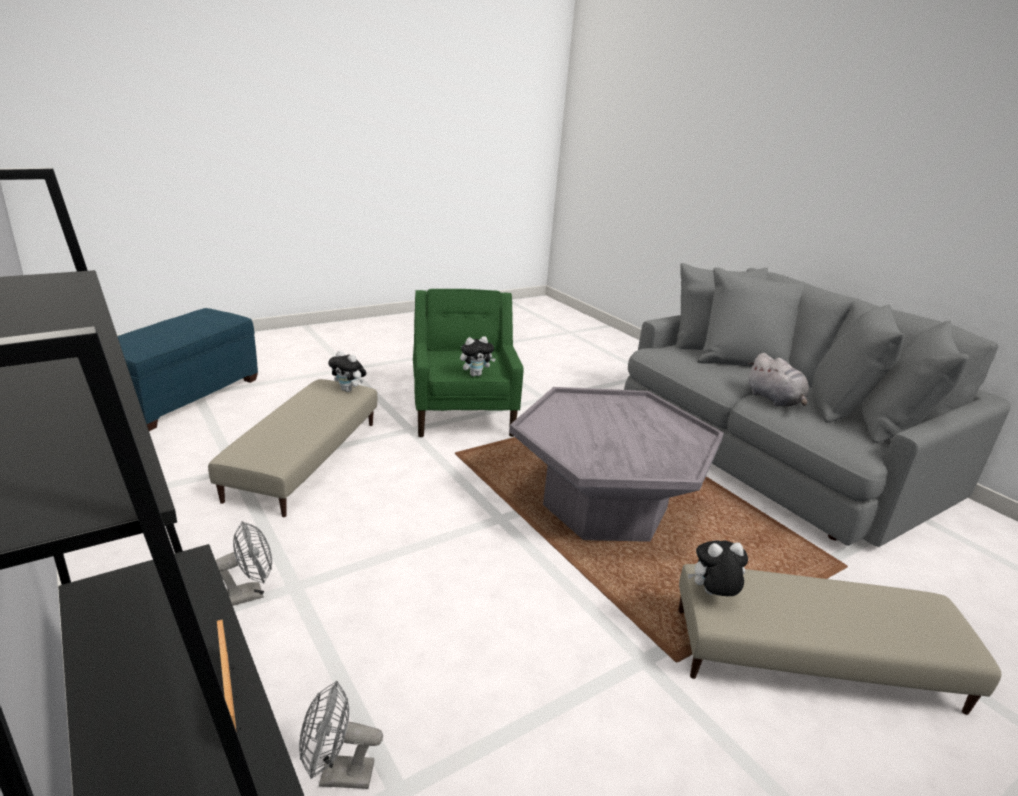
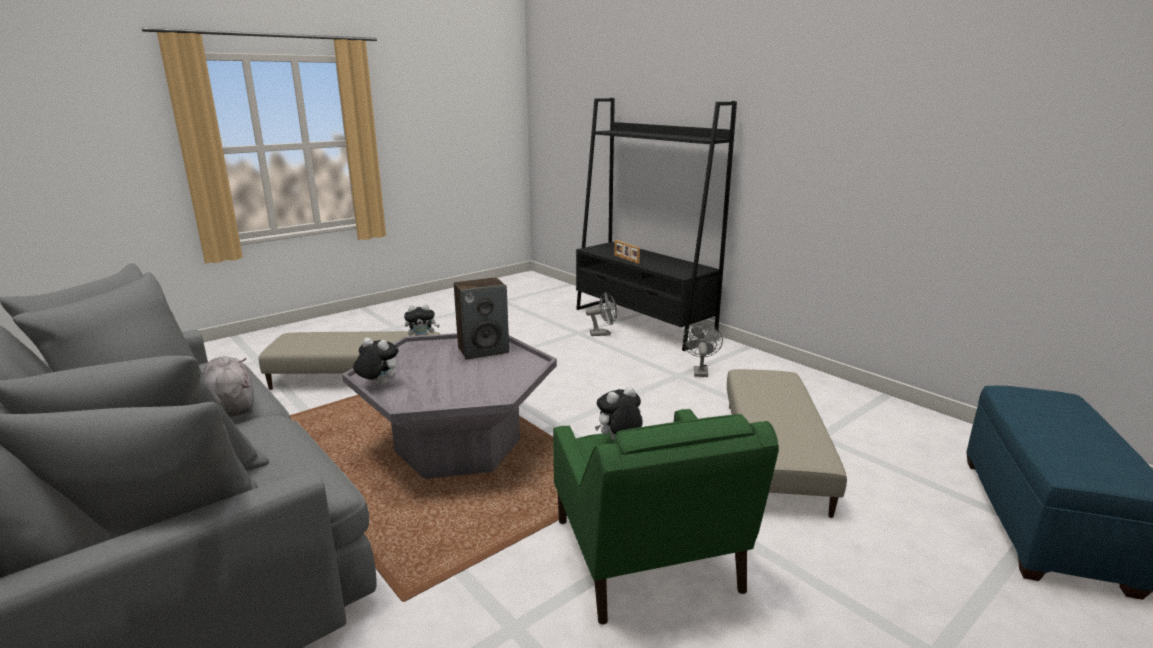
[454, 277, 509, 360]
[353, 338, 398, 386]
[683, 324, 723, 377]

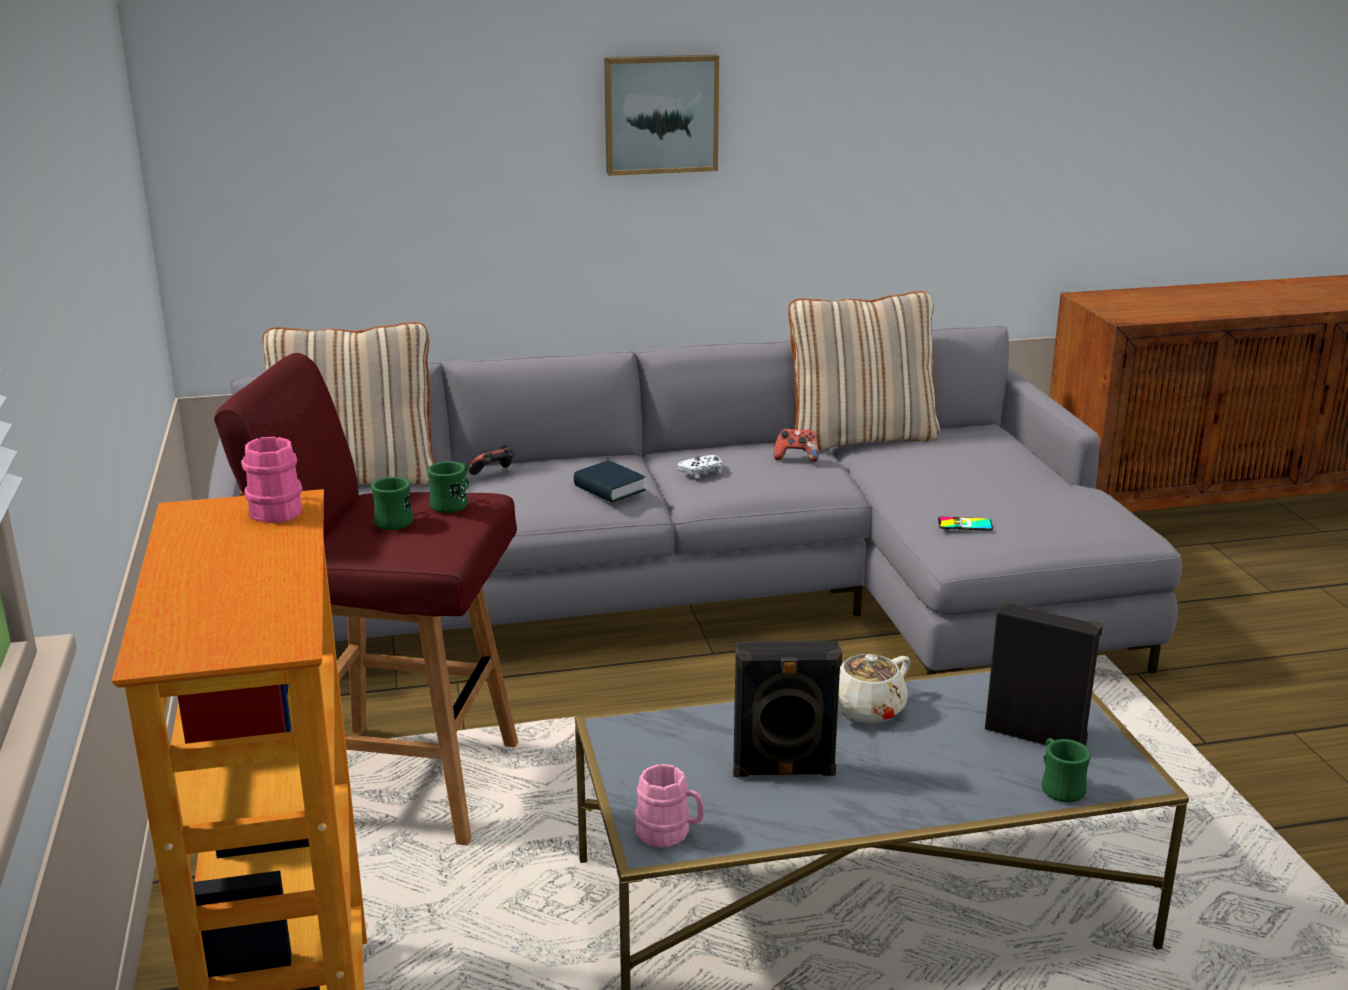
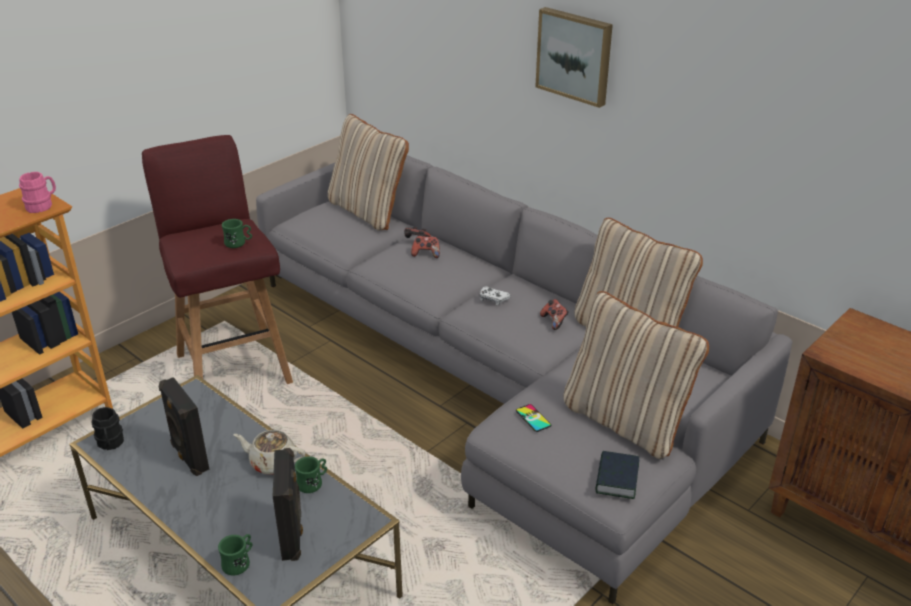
[411, 236, 440, 258]
[563, 291, 709, 459]
[295, 456, 327, 493]
[595, 451, 639, 499]
[91, 407, 124, 450]

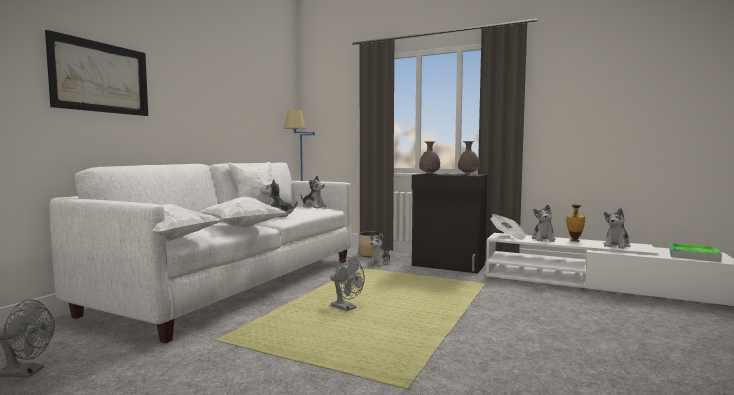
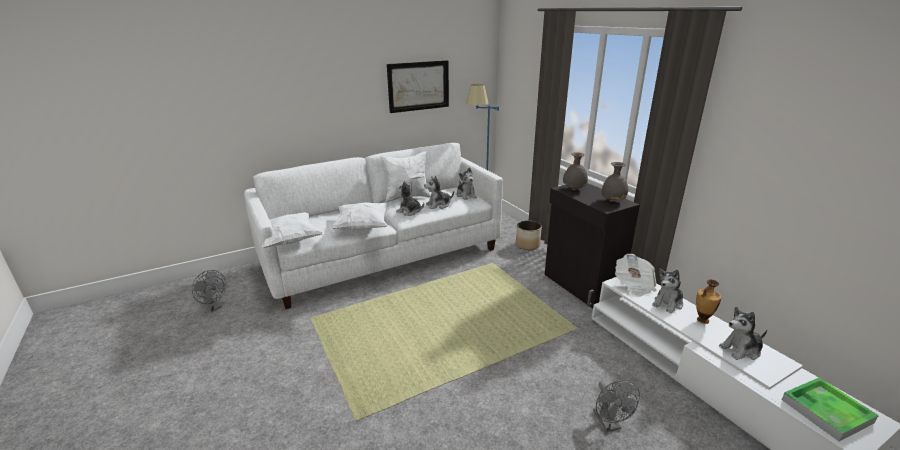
[387, 60, 449, 113]
[593, 380, 640, 432]
[424, 176, 454, 209]

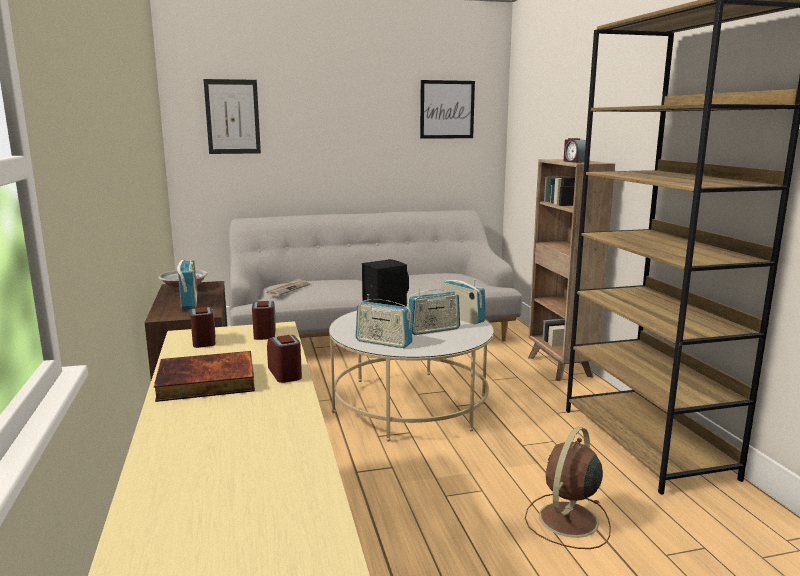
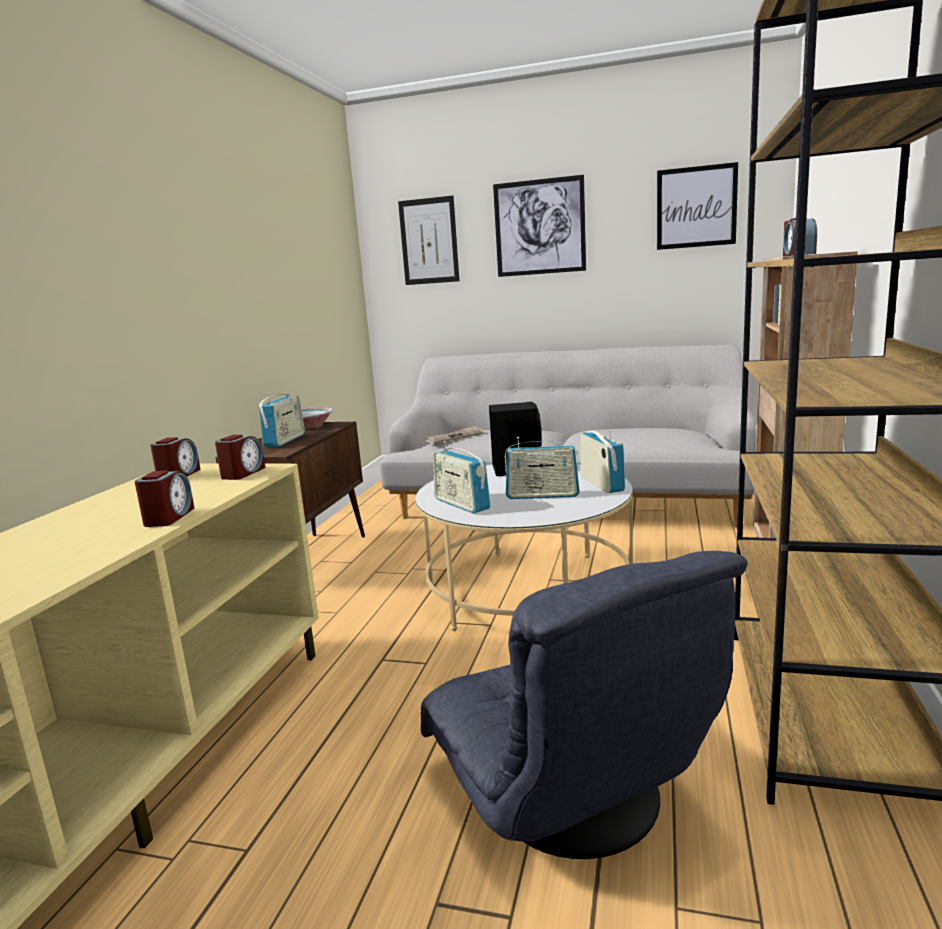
[154, 351, 255, 402] (first image)
[493, 175, 586, 277]
[421, 551, 747, 859]

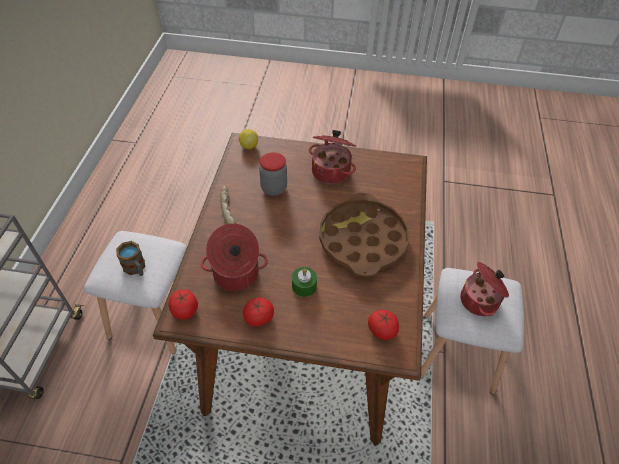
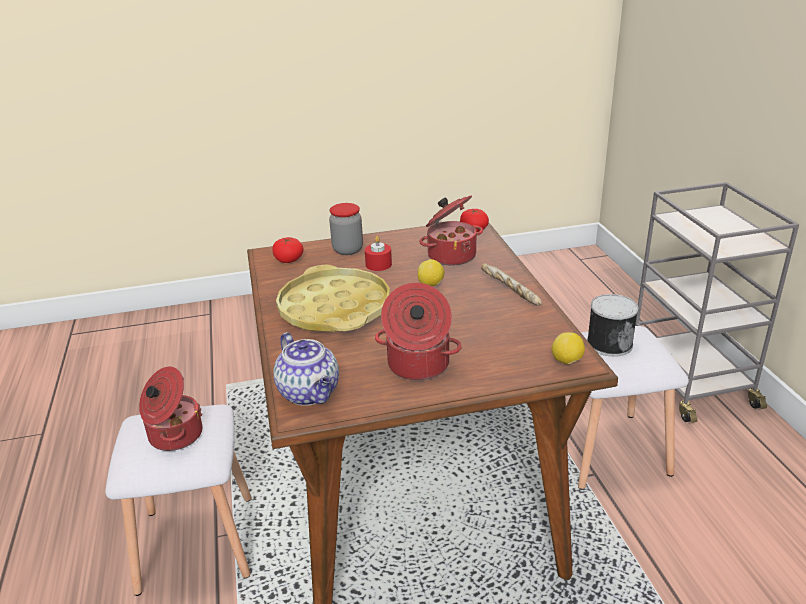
[243, 297, 274, 327] (first image)
[273, 332, 339, 406]
[418, 259, 444, 286]
[329, 203, 363, 255]
[587, 294, 638, 357]
[365, 236, 392, 271]
[276, 265, 390, 332]

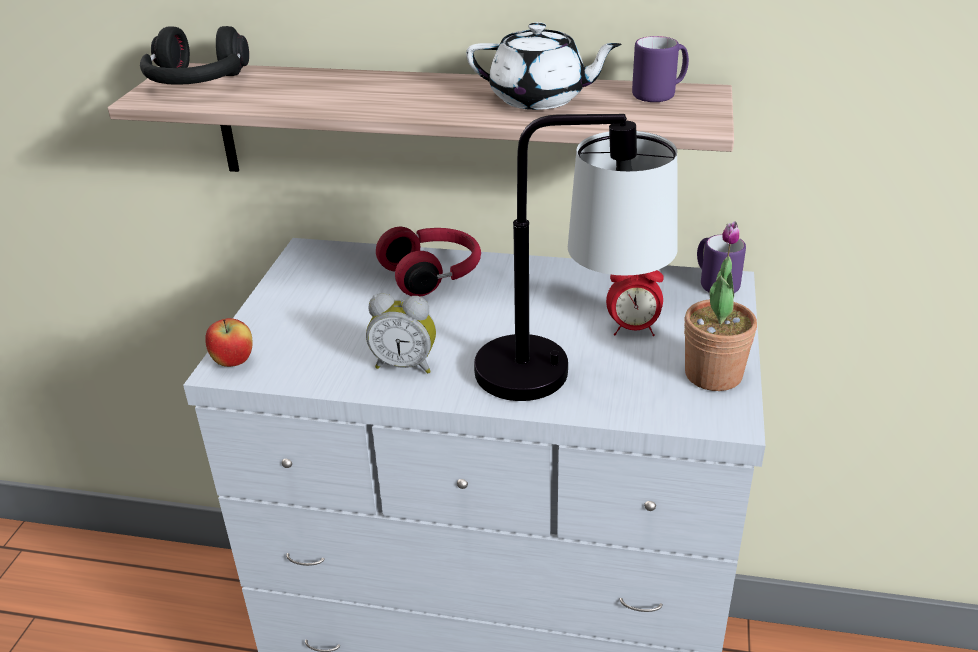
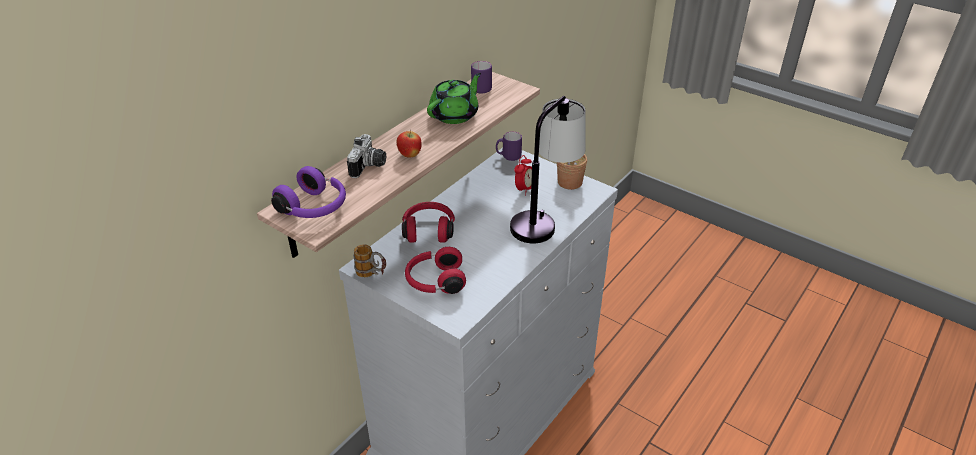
[366, 293, 436, 374] (first image)
[347, 134, 386, 178]
[353, 244, 386, 277]
[405, 247, 466, 294]
[397, 130, 422, 157]
[271, 166, 346, 218]
[427, 73, 481, 124]

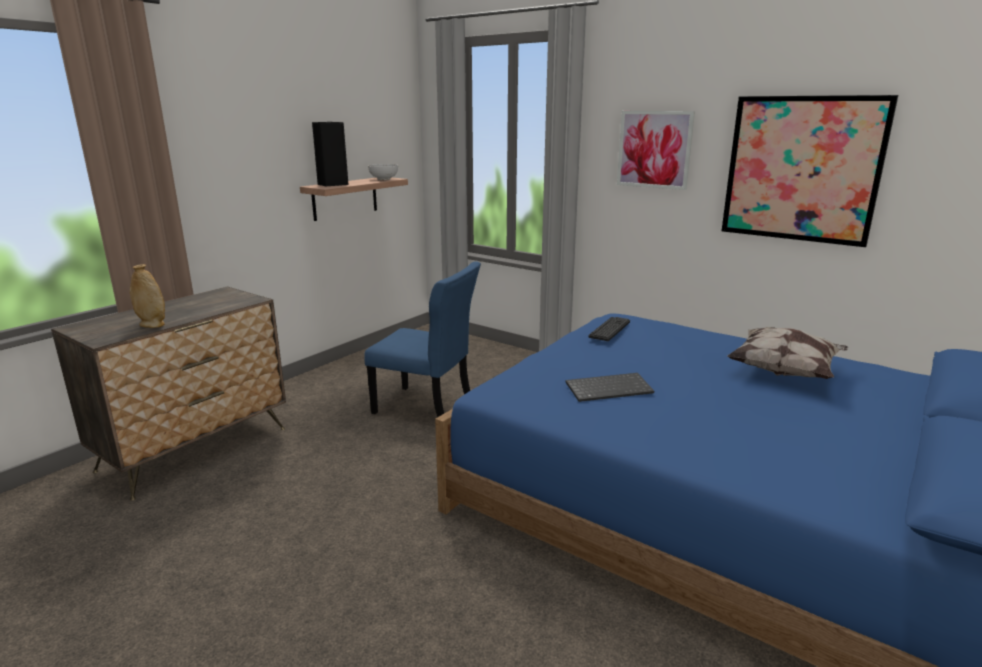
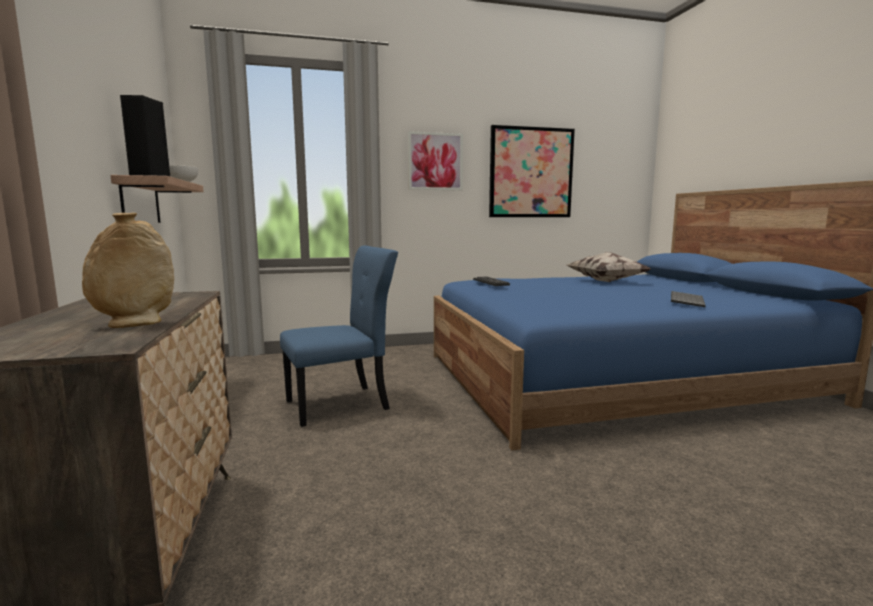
[671, 291, 706, 307]

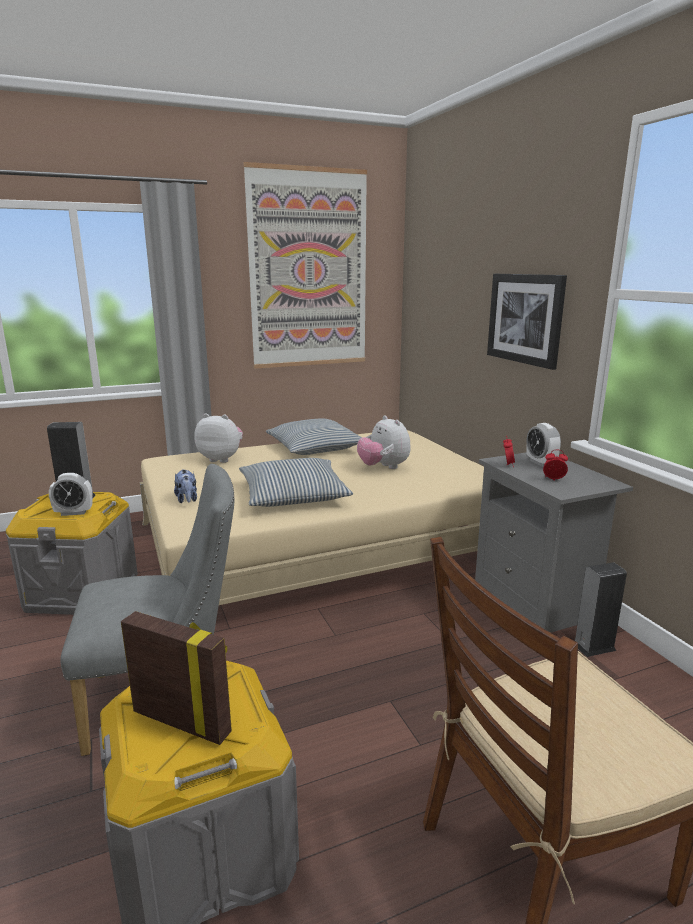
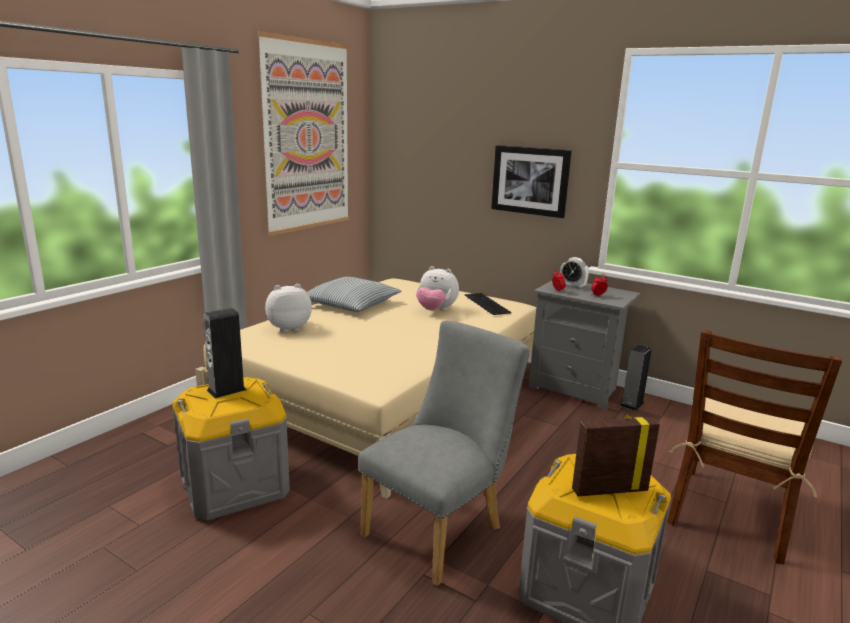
[49, 473, 93, 516] (first image)
[174, 469, 197, 504] (first image)
[239, 458, 353, 507] (first image)
[464, 293, 512, 315]

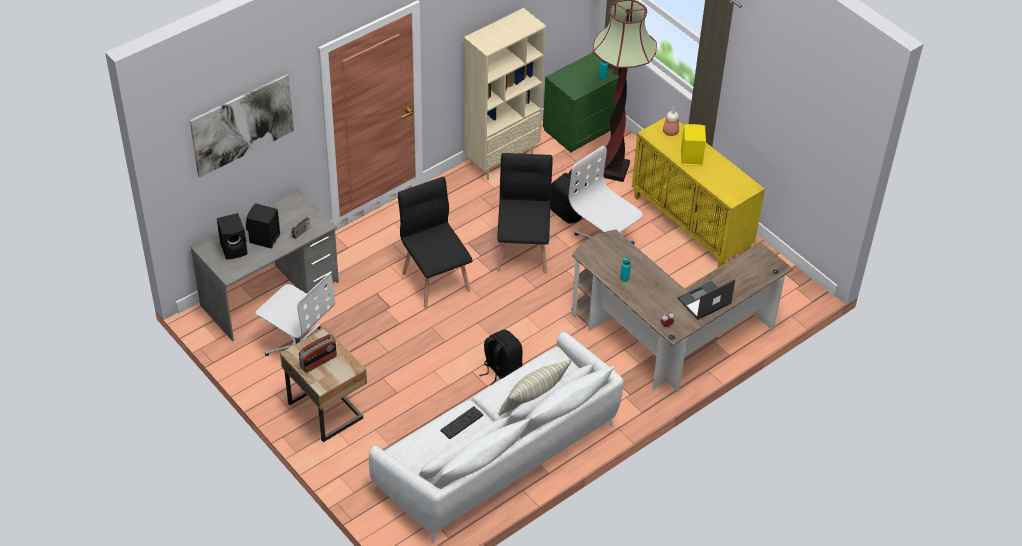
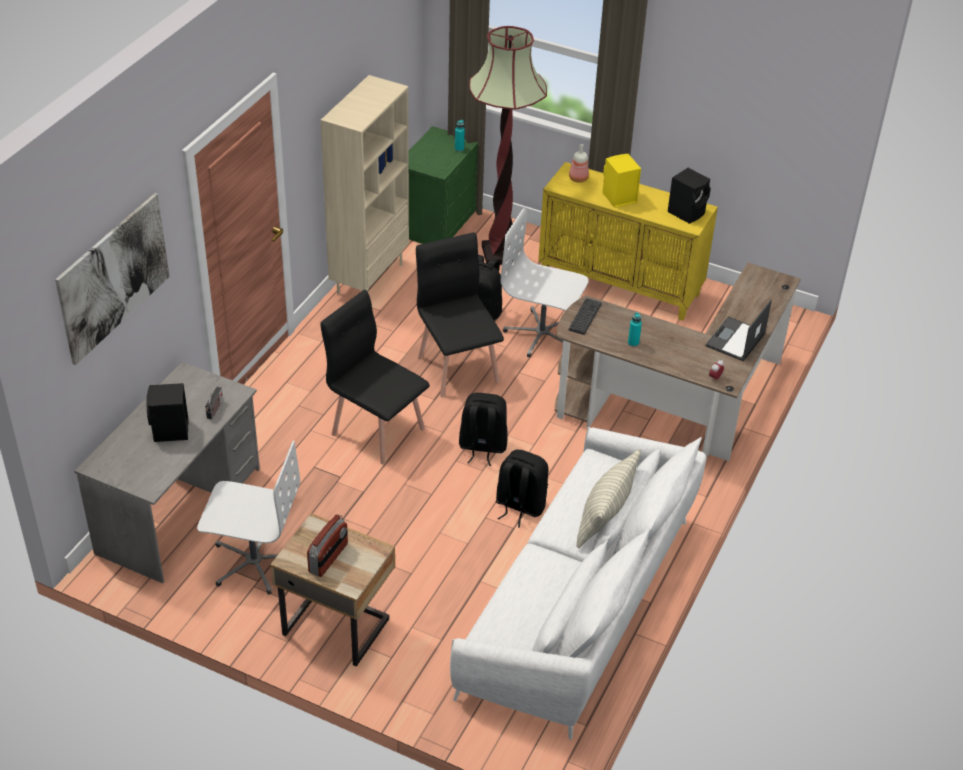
[459, 393, 508, 466]
[668, 168, 711, 224]
[569, 298, 602, 335]

